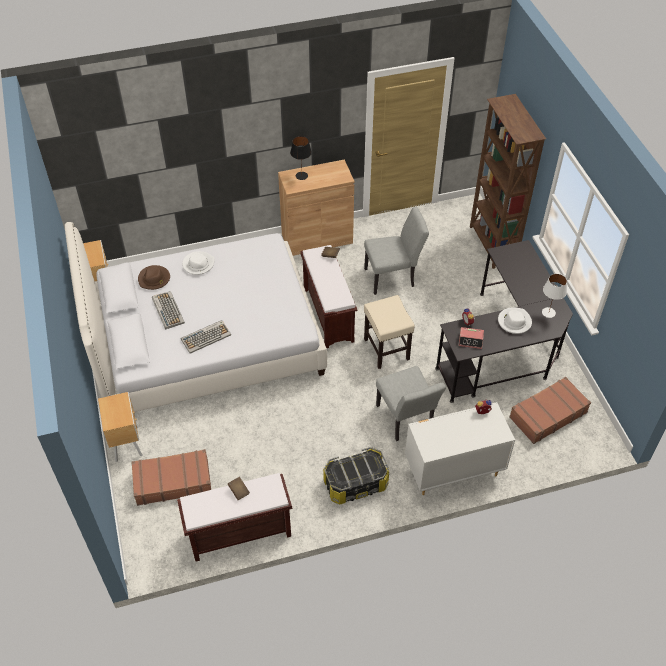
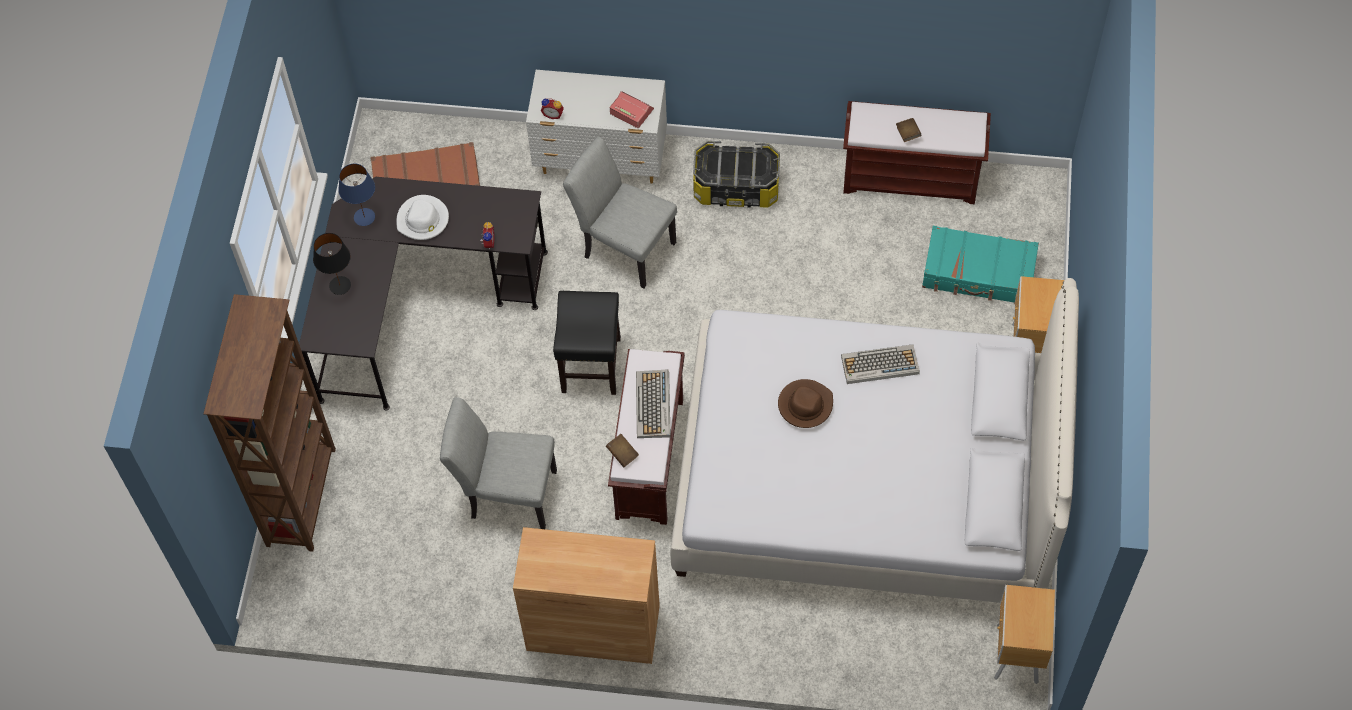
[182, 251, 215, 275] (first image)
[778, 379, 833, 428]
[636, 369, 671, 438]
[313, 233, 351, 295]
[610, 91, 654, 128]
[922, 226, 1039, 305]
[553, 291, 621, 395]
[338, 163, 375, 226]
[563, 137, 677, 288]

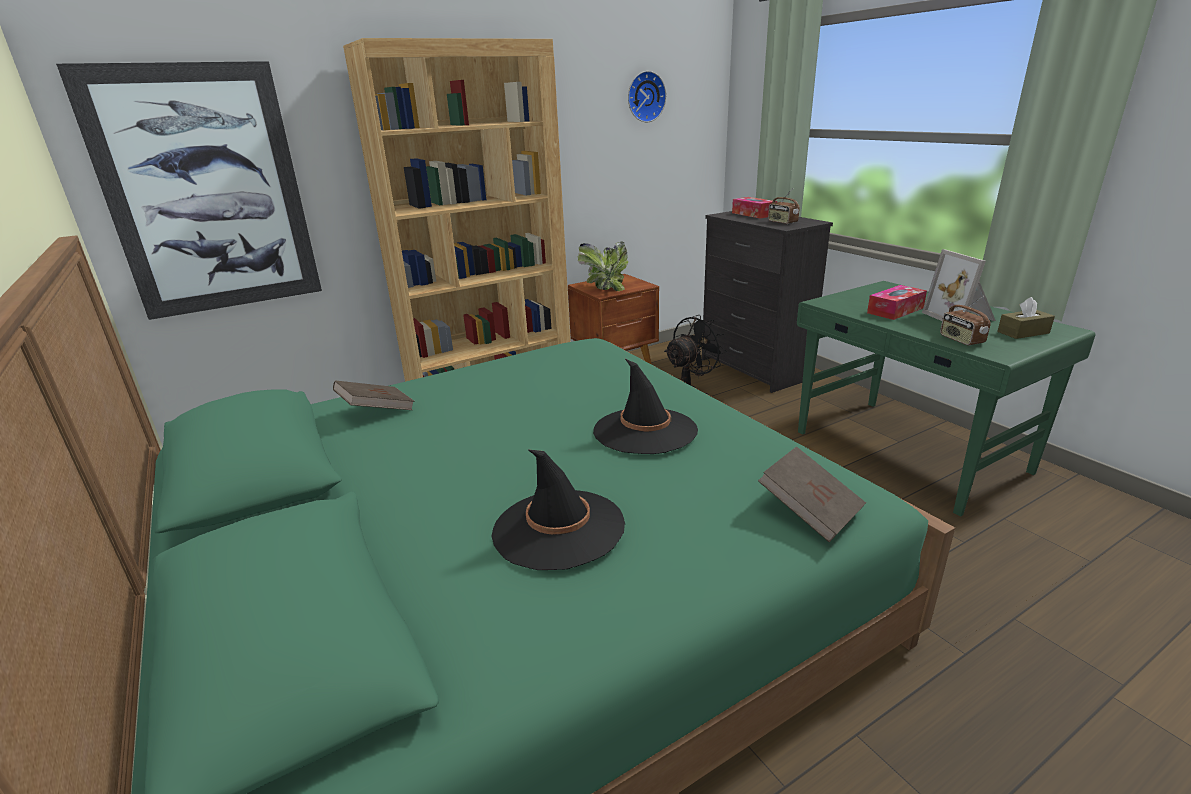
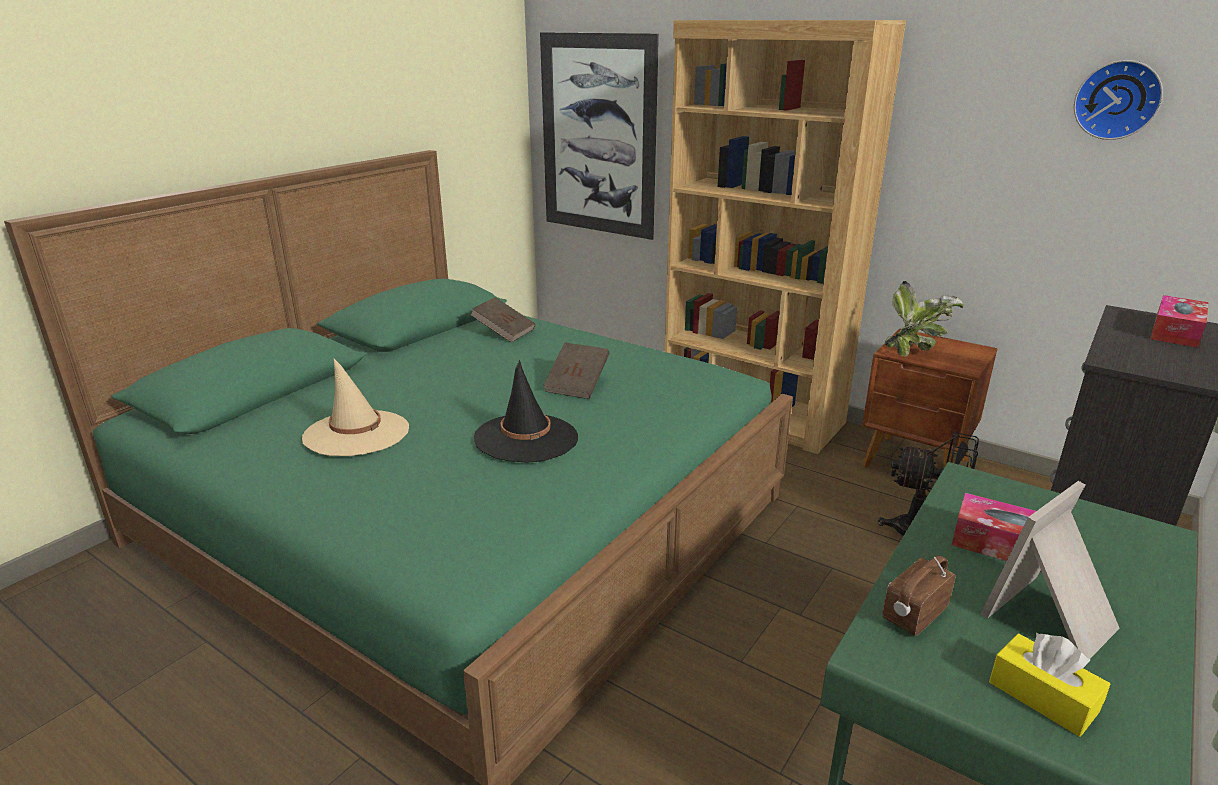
[768, 188, 800, 224] (first image)
[543, 342, 610, 399]
[302, 359, 409, 456]
[989, 633, 1110, 737]

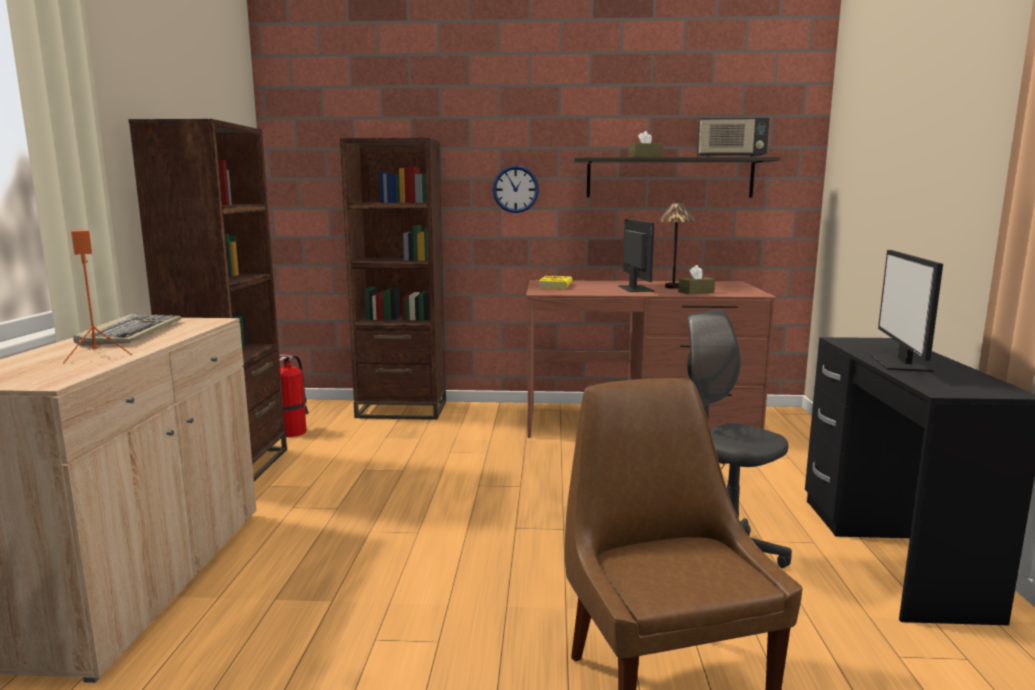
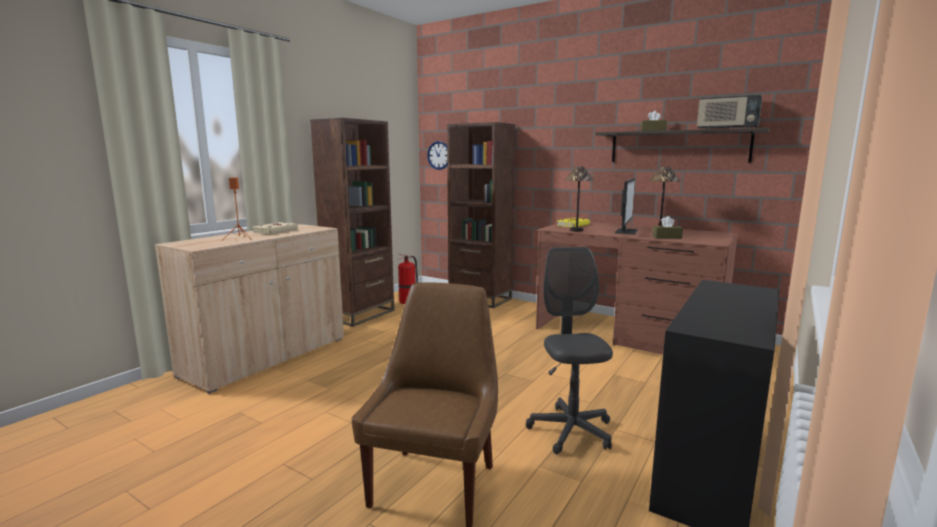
[869, 250, 943, 372] (first image)
[565, 166, 594, 232]
[427, 141, 447, 170]
[253, 222, 298, 234]

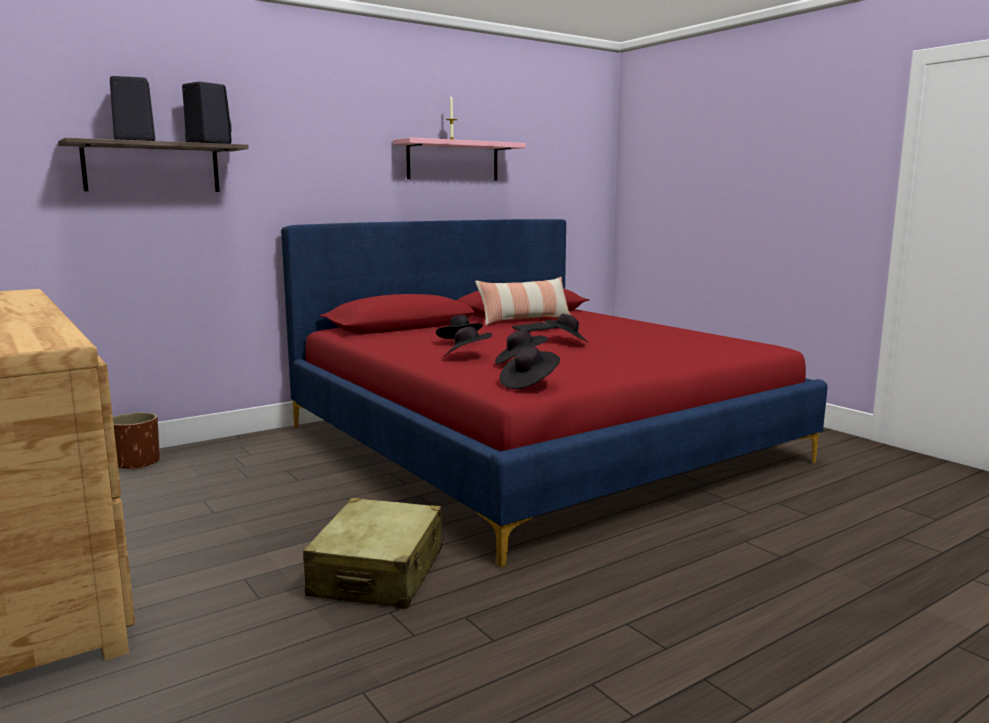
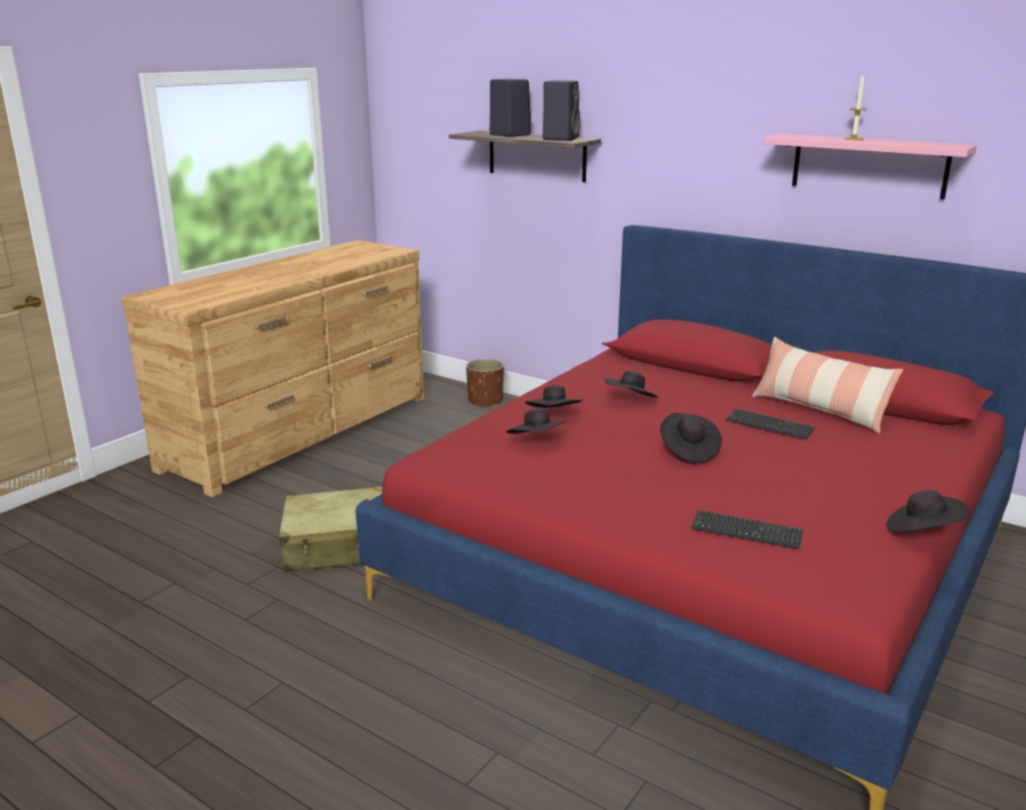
[691, 510, 803, 549]
[886, 490, 969, 532]

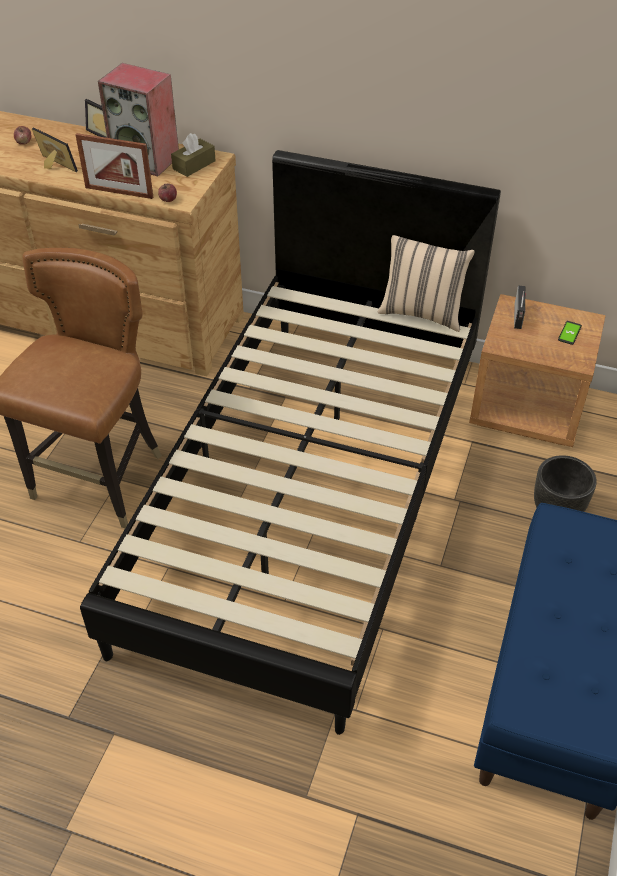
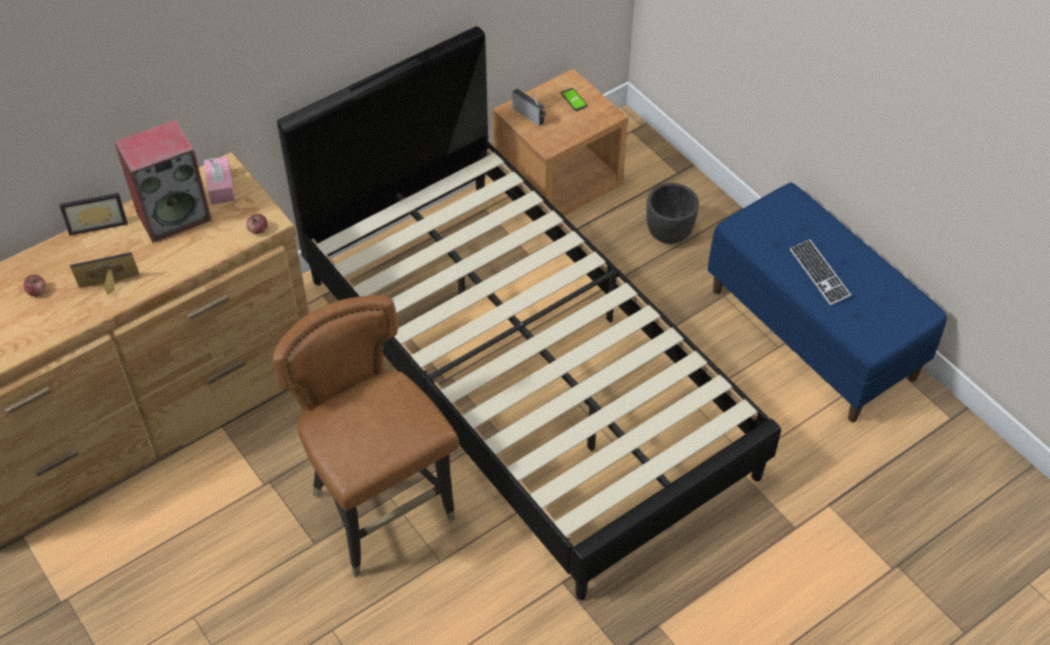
[76, 133, 153, 199] (first image)
[378, 235, 475, 332] (first image)
[790, 239, 851, 305]
[204, 157, 235, 205]

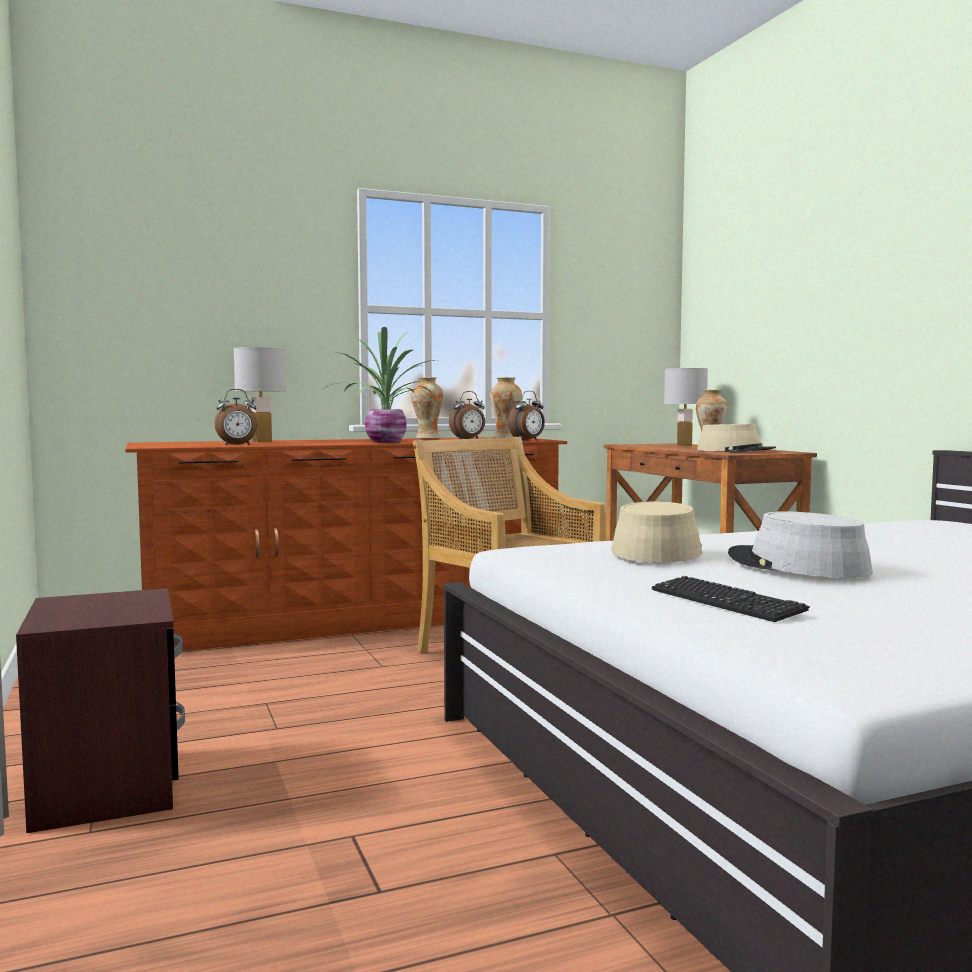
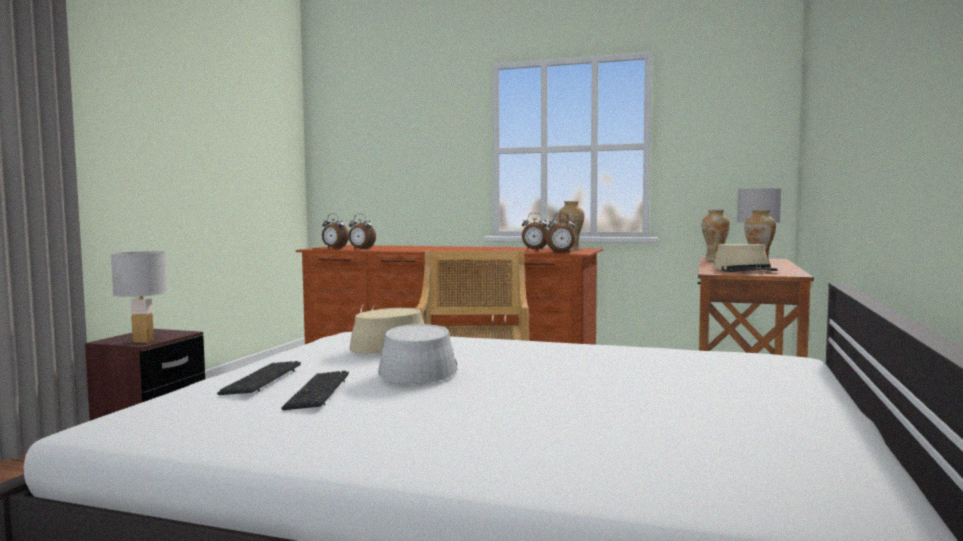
[321, 327, 440, 443] (first image)
[281, 371, 349, 410]
[322, 214, 349, 249]
[111, 251, 168, 343]
[702, 210, 730, 261]

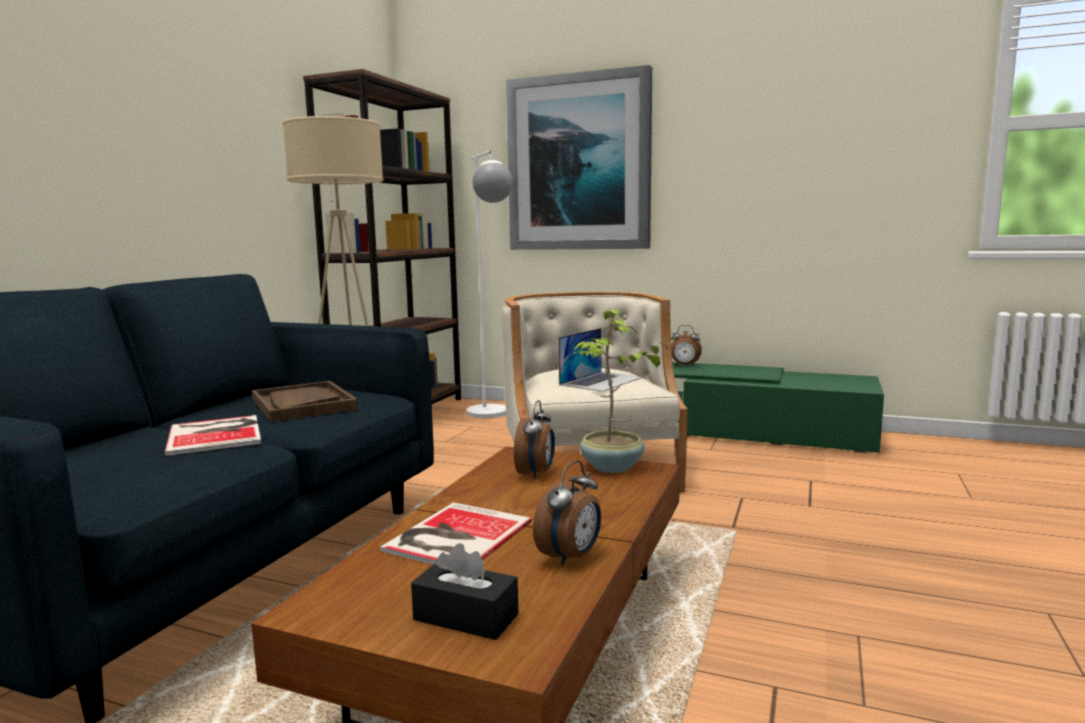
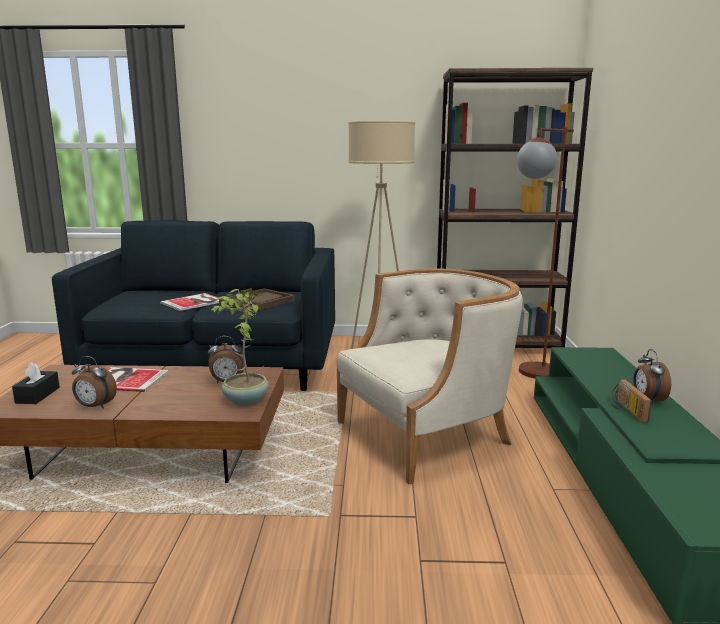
[506, 65, 652, 250] (first image)
[559, 328, 642, 392] (first image)
[611, 379, 652, 422]
[517, 127, 574, 378]

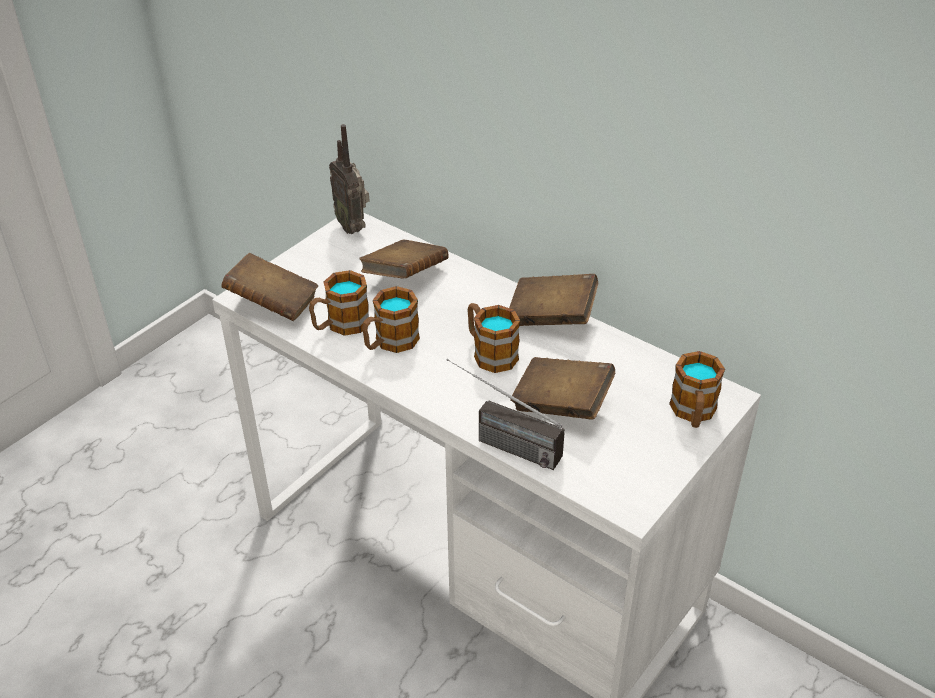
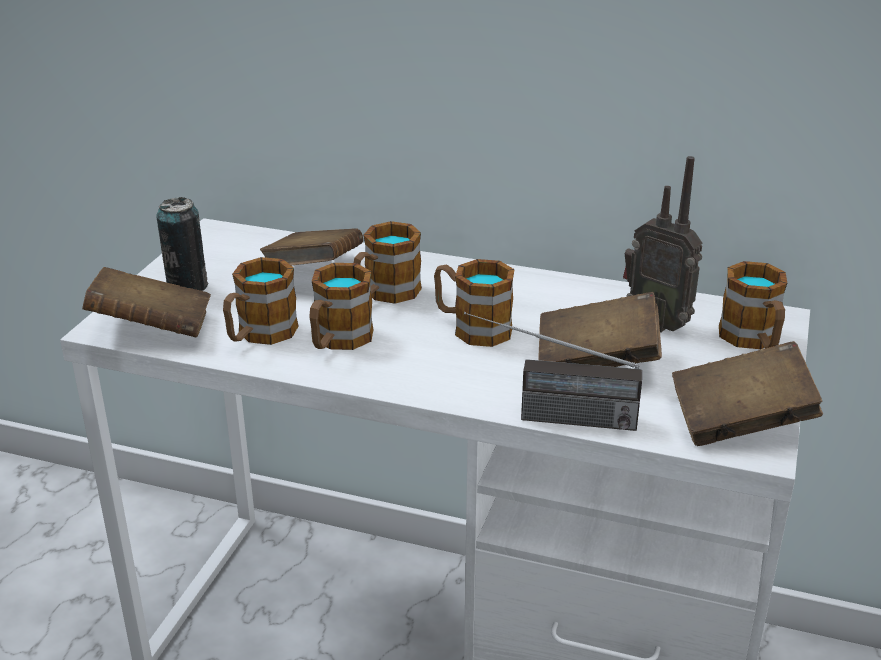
[156, 197, 208, 291]
[354, 221, 422, 304]
[623, 156, 703, 333]
[672, 341, 823, 446]

